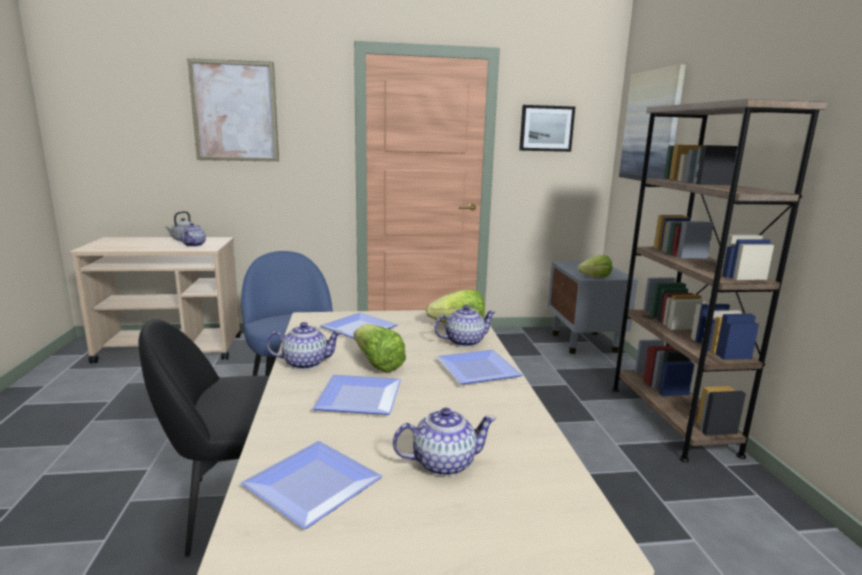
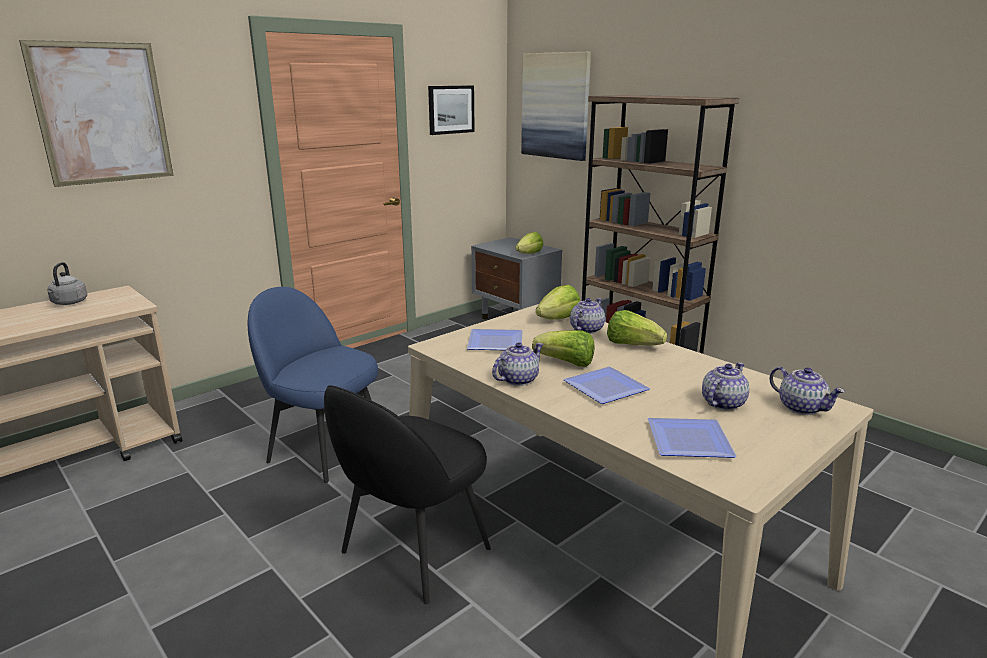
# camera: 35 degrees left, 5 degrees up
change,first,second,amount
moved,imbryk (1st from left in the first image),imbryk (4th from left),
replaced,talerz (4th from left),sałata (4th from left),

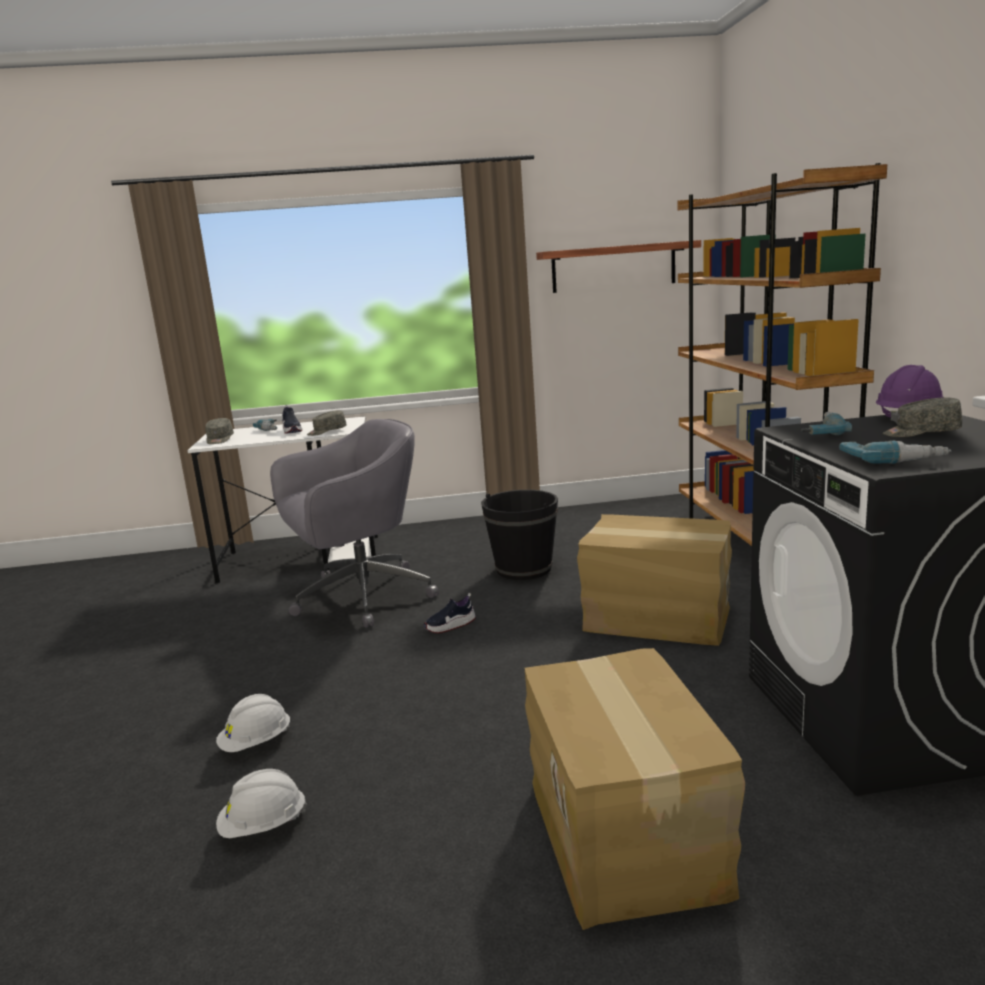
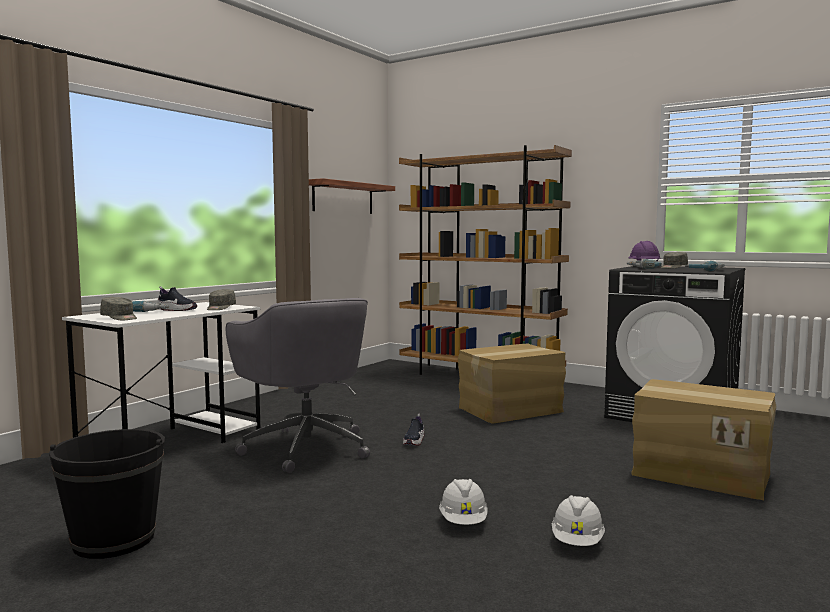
# camera: 50 degrees left, 10 degrees down
change,first,second,amount
moved,wiadro (czarny),,
turned,krzesło biurowe (szary),,135 degrees clockwise

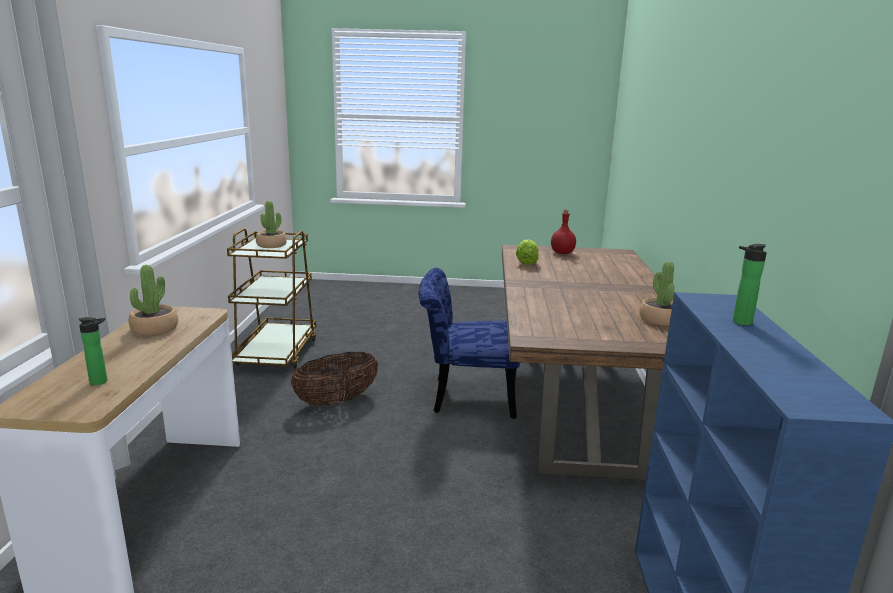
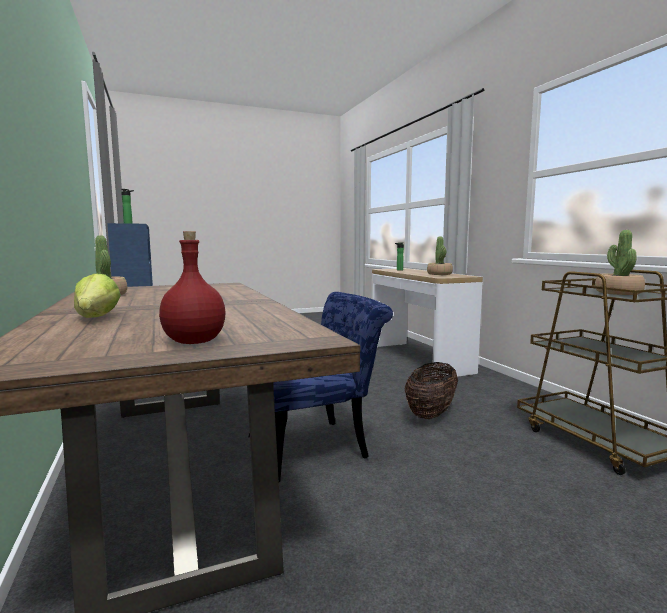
# camera: 155 degrees right, 10 degrees down
change,first,second,amount
moved,sałata,,

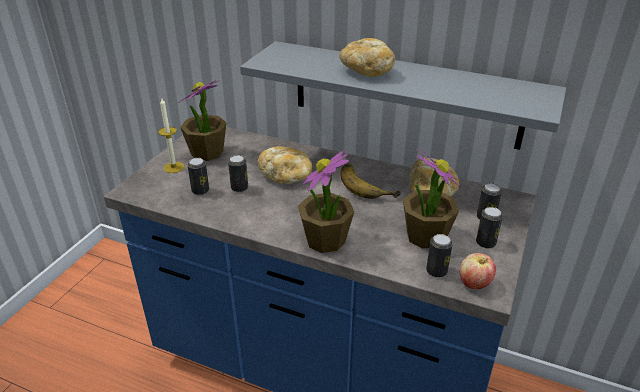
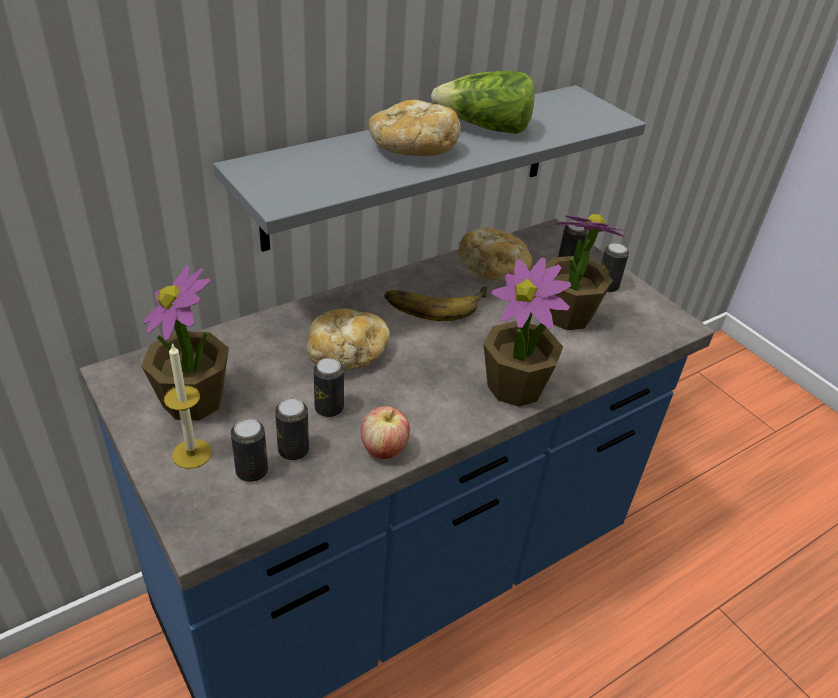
# camera: 60 degrees left, 5 degrees up
change,first,second,amount
added,,sałata,
moved,puszka (3rd from left in the first image),puszka (1st from left),
moved,jabłko,,

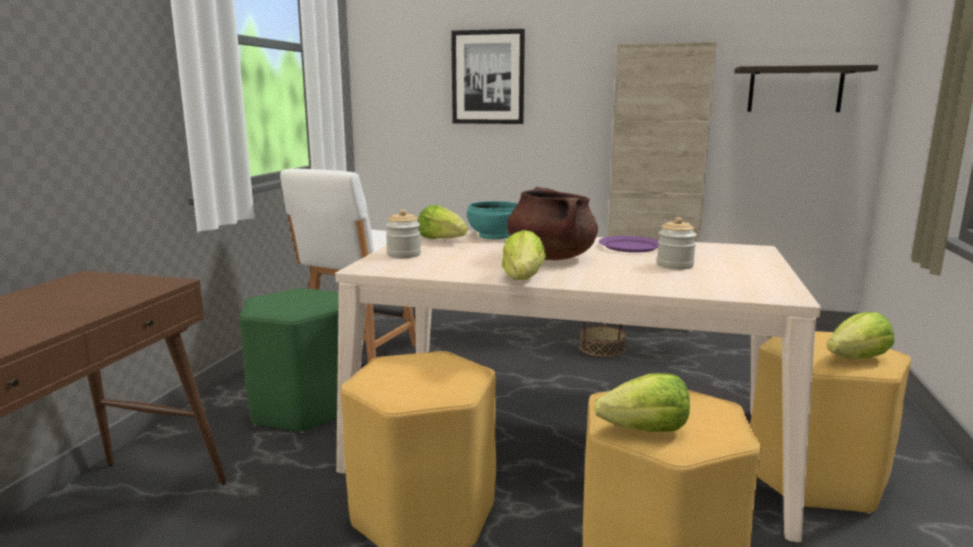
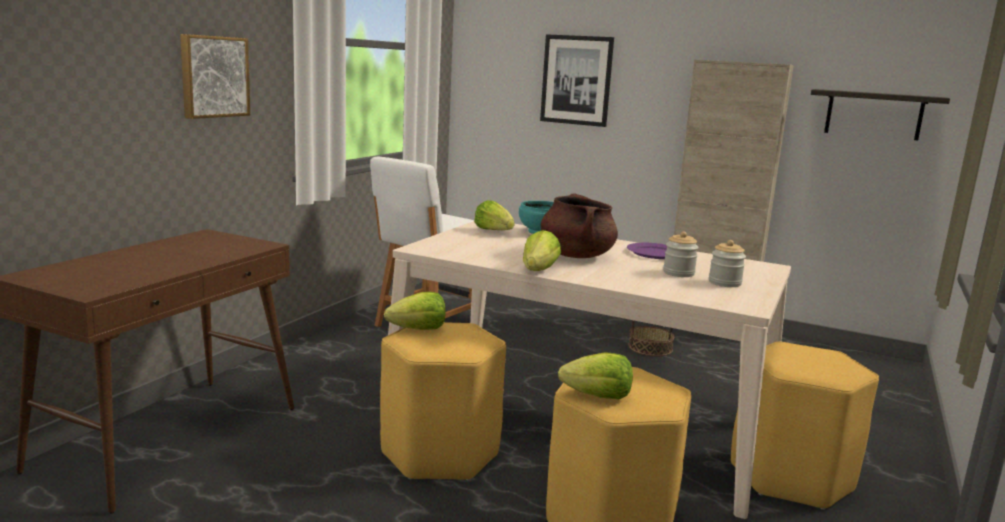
# camera: 10 degrees right, 0 degrees up
change,first,second,amount
removed,stołek (zielony),,
added,,obraz (1st from left),
moved,słoik (1st from left in the first image),słoik (2nd from left),
moved,sałata (4th from left in the first image),sałata (1st from left),

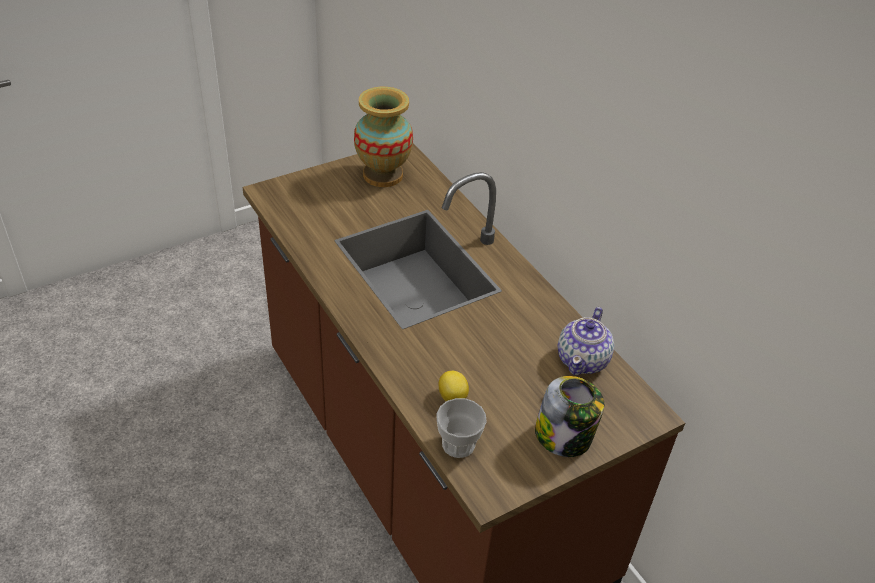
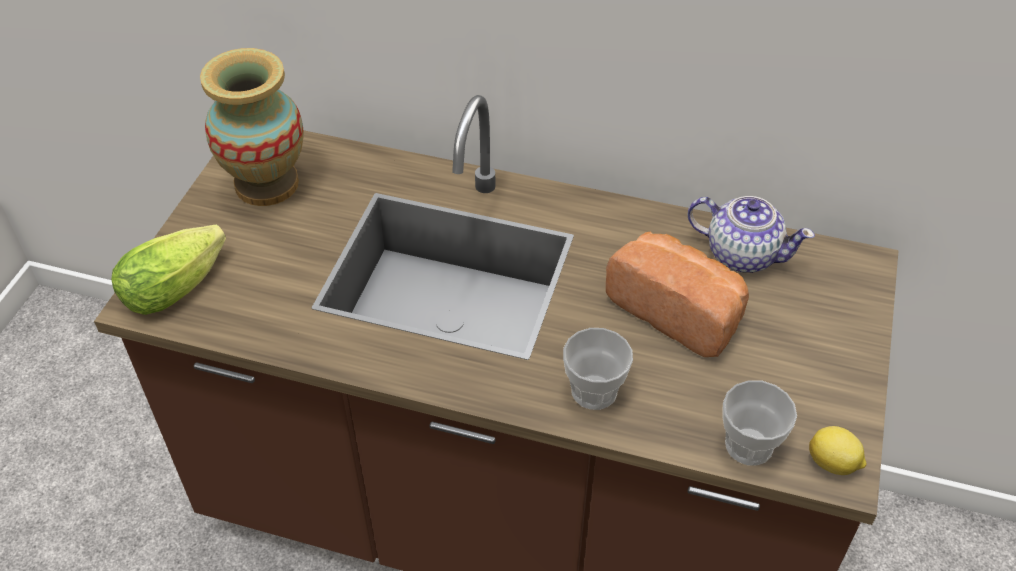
# camera: 40 degrees left, 5 degrees up
change,first,second,amount
removed,słoik,,
added,,sałata,
added,,filiżanka (1st from left),
added,,chleb,
moved,cytryna,,
turned,imbryk,,45 degrees counterclockwise

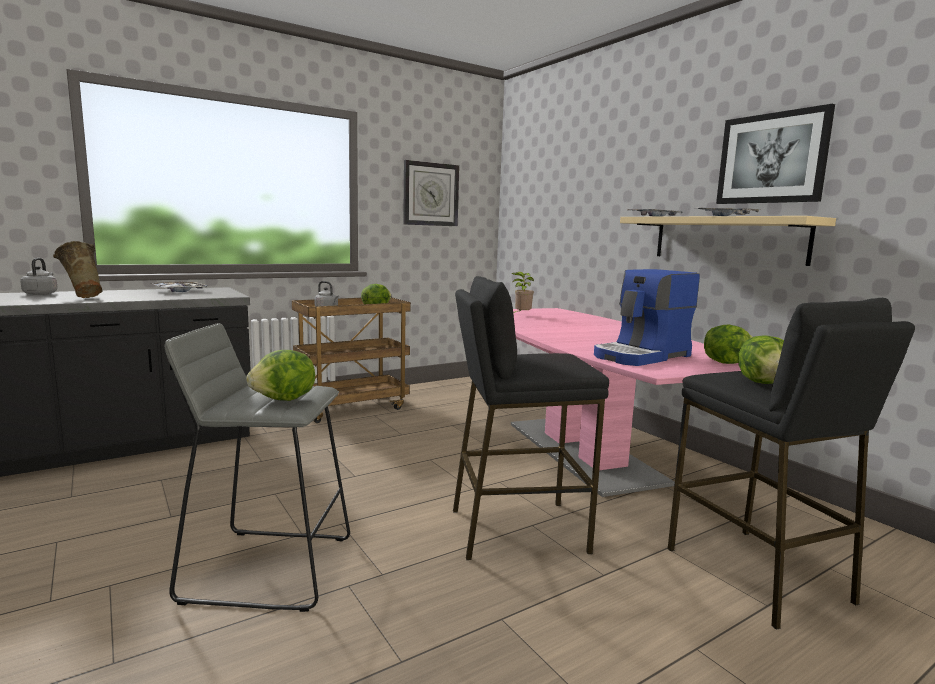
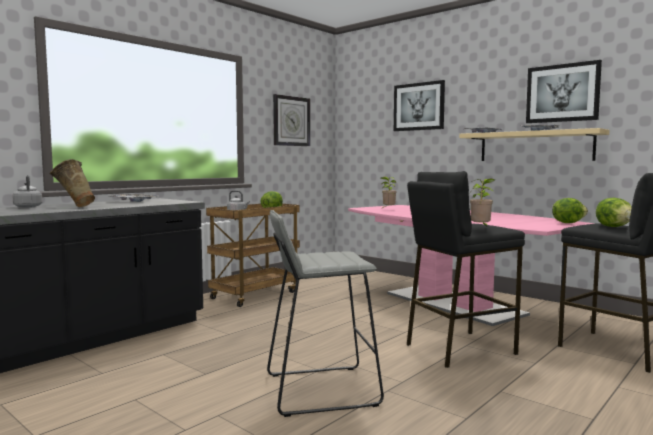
# camera: 15 degrees left, 5 degrees down
change,first,second,amount
removed,sałata (1st from left),,
removed,ekspres do kawy,,
added,,obraz (1st from left),
added,,roślina doniczkowa (2nd from left),

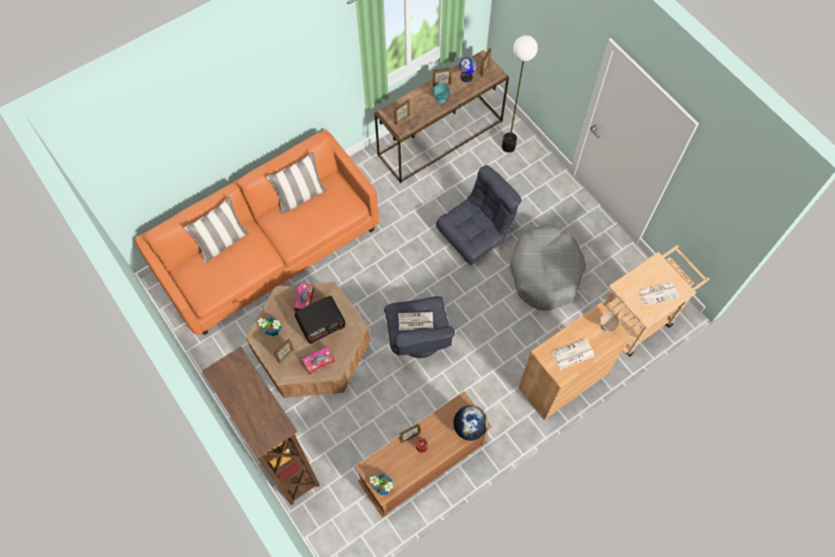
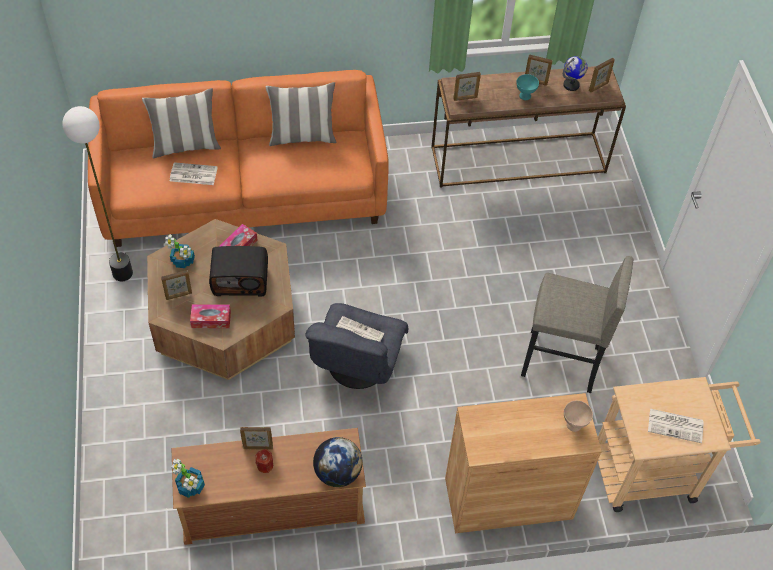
# camera: 25 degrees right, 10 degrees down
change,first,second,amount
removed,regał (brązowy),,
removed,fotel (szary) (2nd from left),,
moved,lampa stojąca,,
moved,gazeta (2nd from left in the first image),gazeta (1st from left),
replaced,legowisko (szary),stołek (szary),

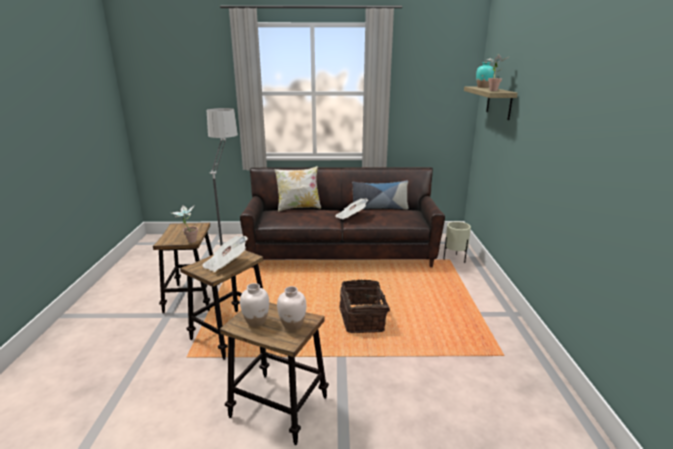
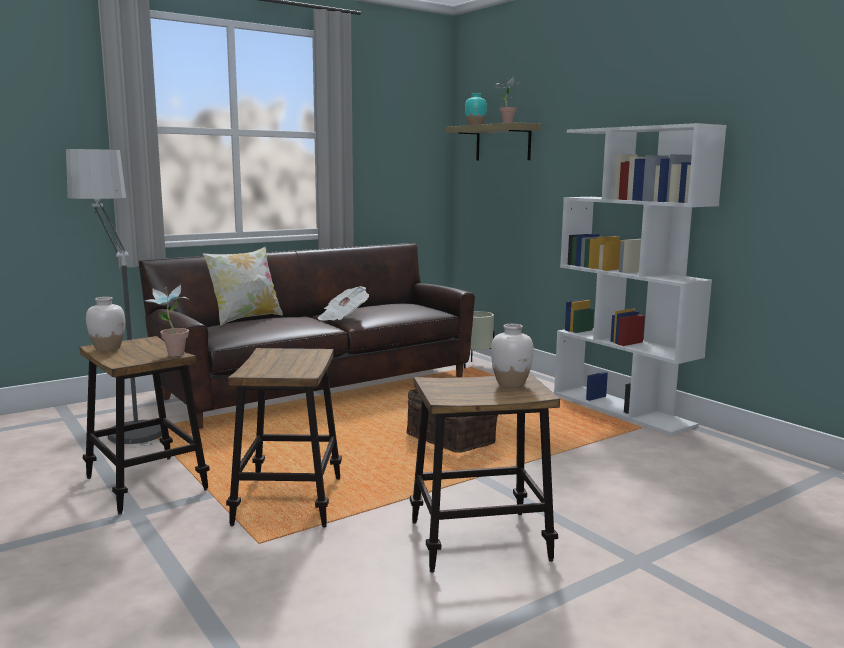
# camera: 35 degrees left, 10 degrees down
change,first,second,amount
removed,gazeta (1st from left),,
removed,poduszka (2nd from left),,
added,,regał (biały),
moved,wazon (biały) (1st from left),,

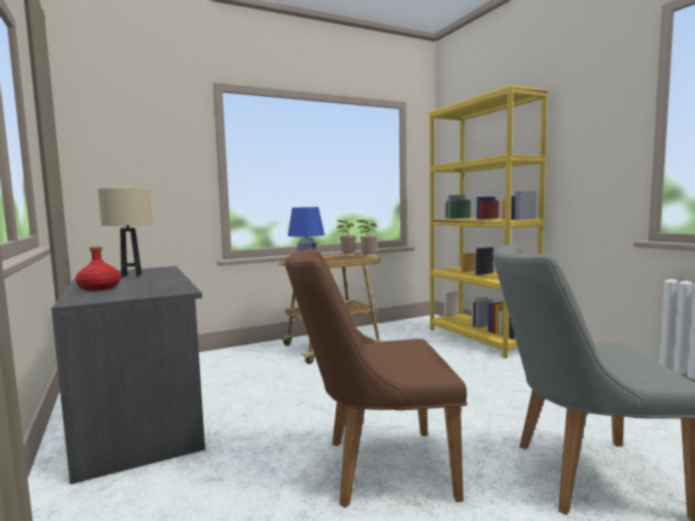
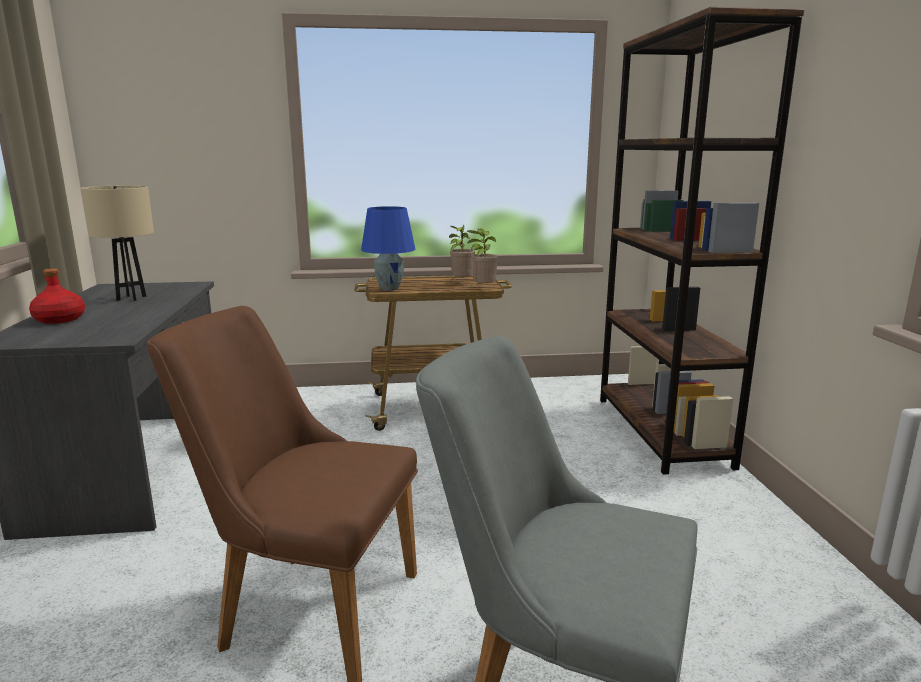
# camera: 20 degrees right, 10 degrees up
change,first,second,amount
recoloured,regał (żółty),regał (brązowy),

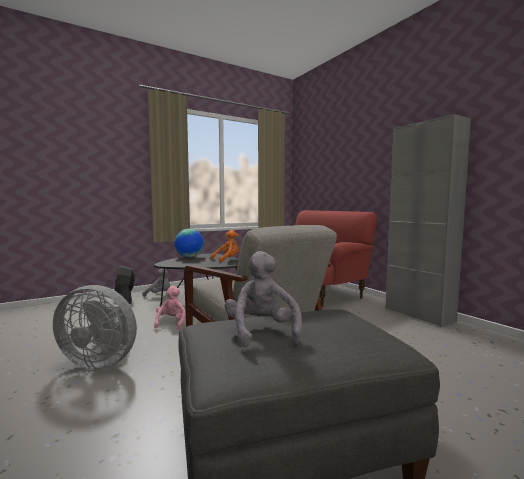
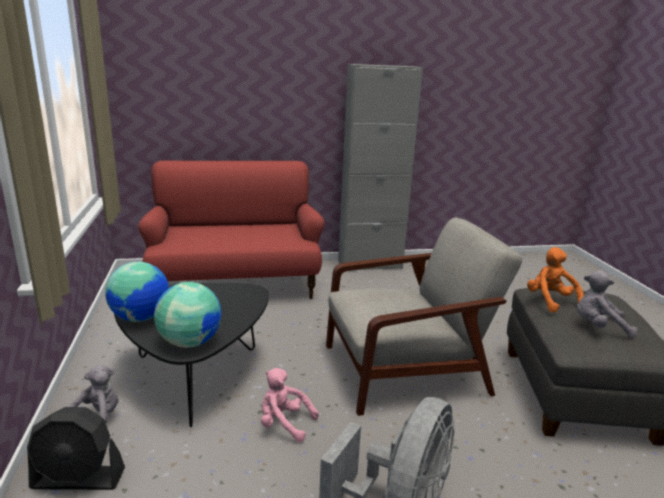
# camera: 70 degrees left, 15 degrees up
change,first,second,amount
added,,globus (2nd from left),
moved,pluszak (pomarańczowy),,

